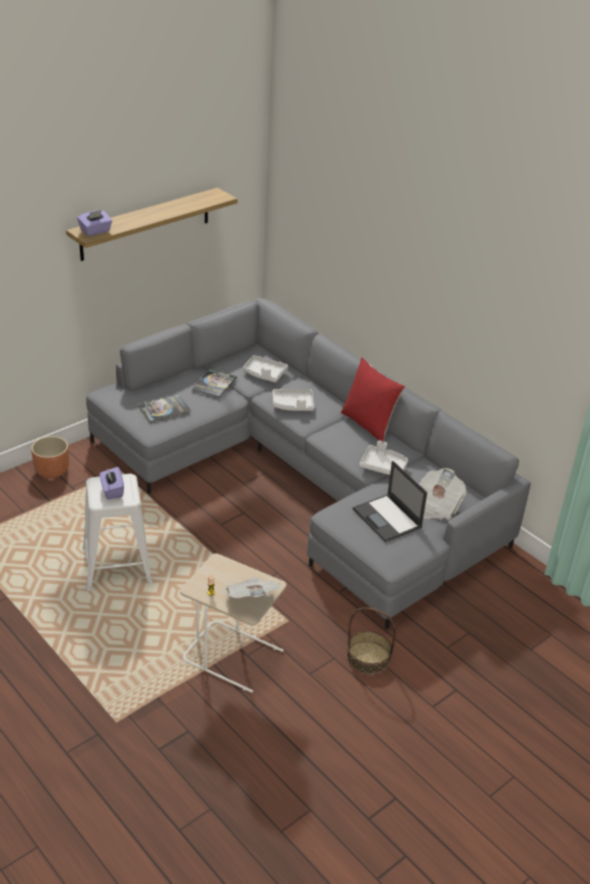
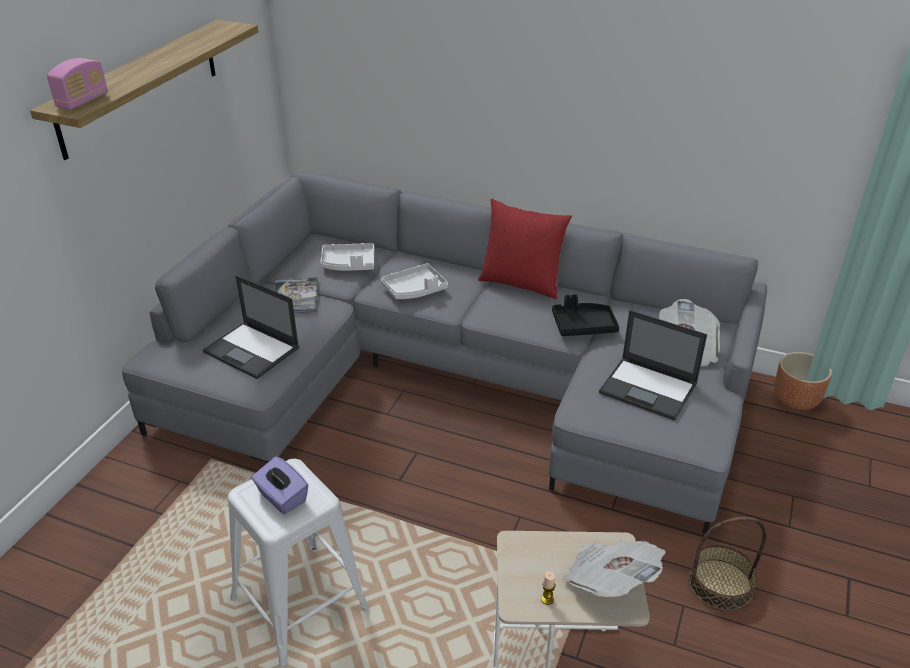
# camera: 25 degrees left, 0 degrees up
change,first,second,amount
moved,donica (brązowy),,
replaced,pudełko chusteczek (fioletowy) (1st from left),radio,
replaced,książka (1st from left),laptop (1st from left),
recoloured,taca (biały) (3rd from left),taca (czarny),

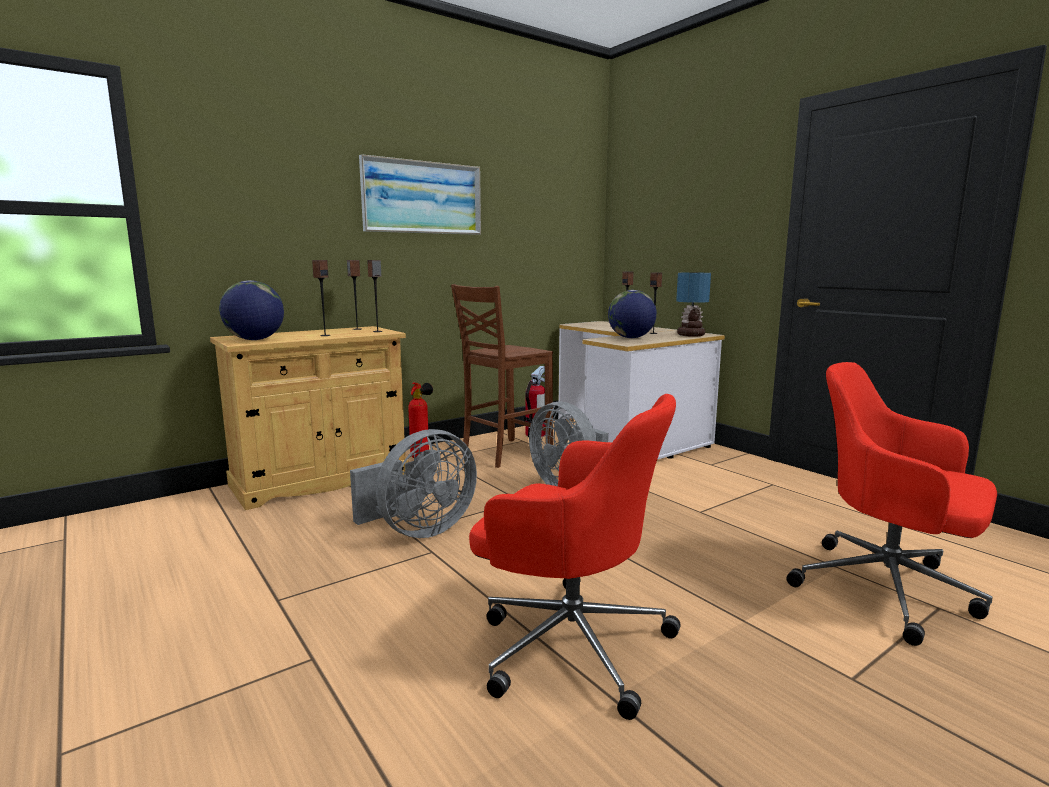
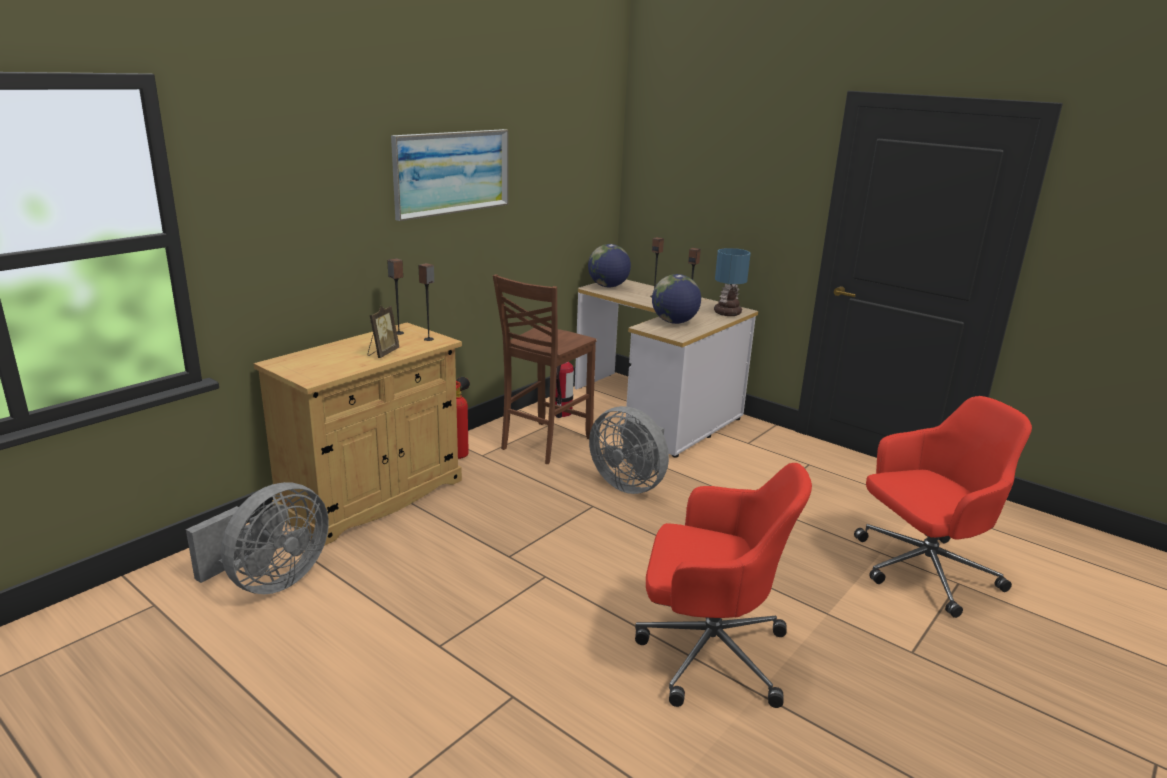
# camera: 15 degrees left, 10 degrees up
change,first,second,amount
moved,globus (1st from left),,
moved,wentylator (szary) (1st from left),,
replaced,głośnik (1st from left),ramka na zdjęcie,
turned,krzesło biurowe (czerwony) (2nd from left),,135 degrees clockwise

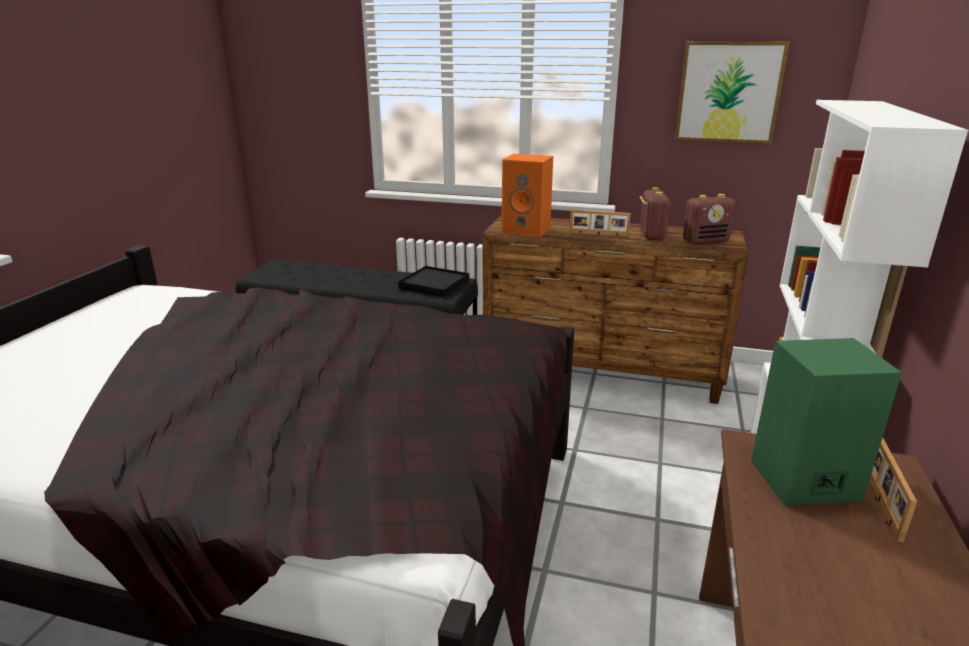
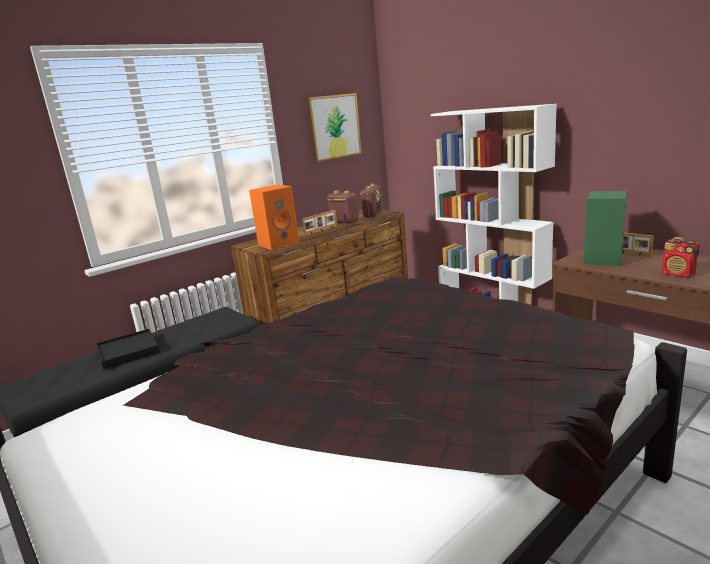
# camera: 55 degrees left, 5 degrees down
change,first,second,amount
added,,radio (3rd from left),
moved,taca (czarny),,

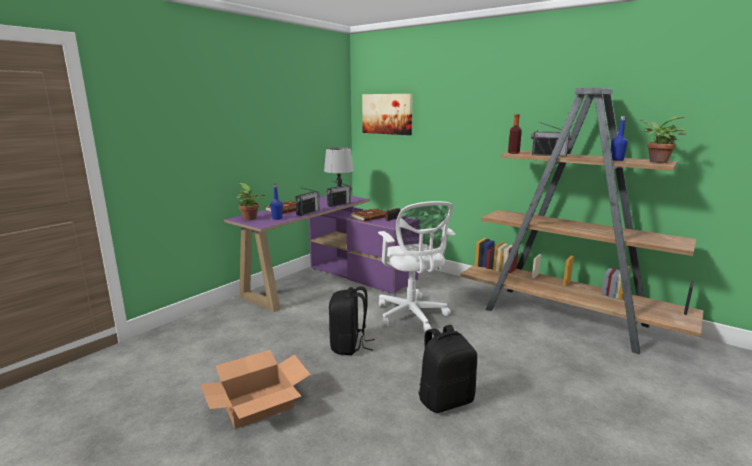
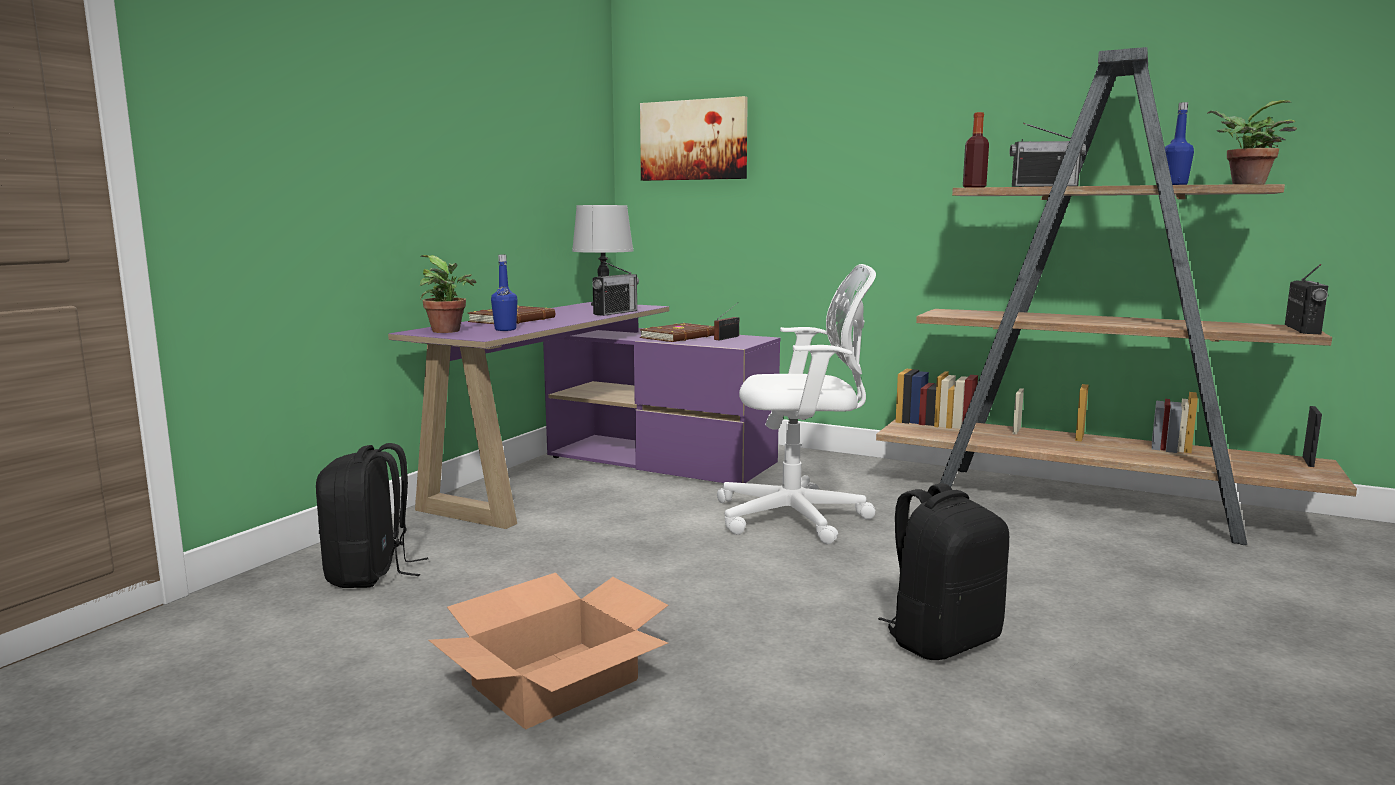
# camera: 10 degrees left, 5 degrees down
change,first,second,amount
moved,radio (1st from left in the first image),radio (4th from left),
moved,plecak (czarny) (1st from left),,
turned,krzesło biurowe (biały),,60 degrees counterclockwise

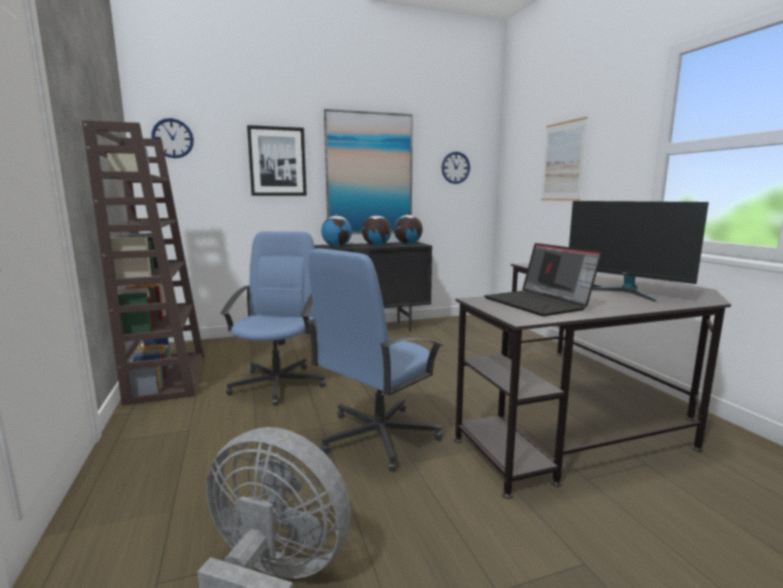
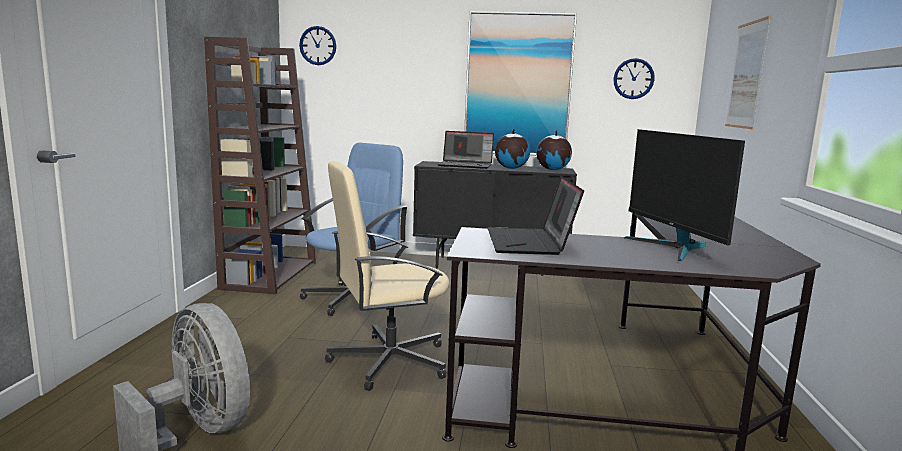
# camera: 25 degrees right, 0 degrees up
change,first,second,amount
removed,obraz (1st from left),,
replaced,globus (1st from left),laptop (1st from left),
recoloured,krzesło biurowe (niebieski) (2nd from left),krzesło biurowe (beżowy),

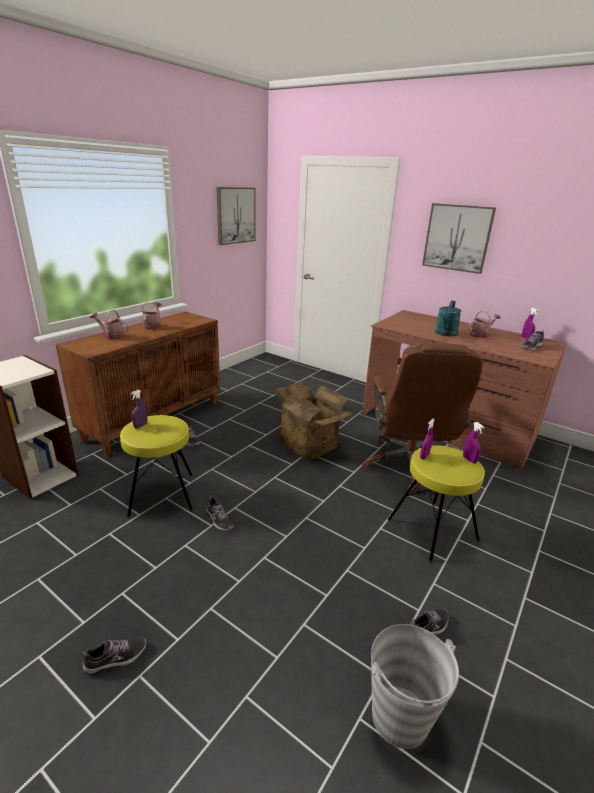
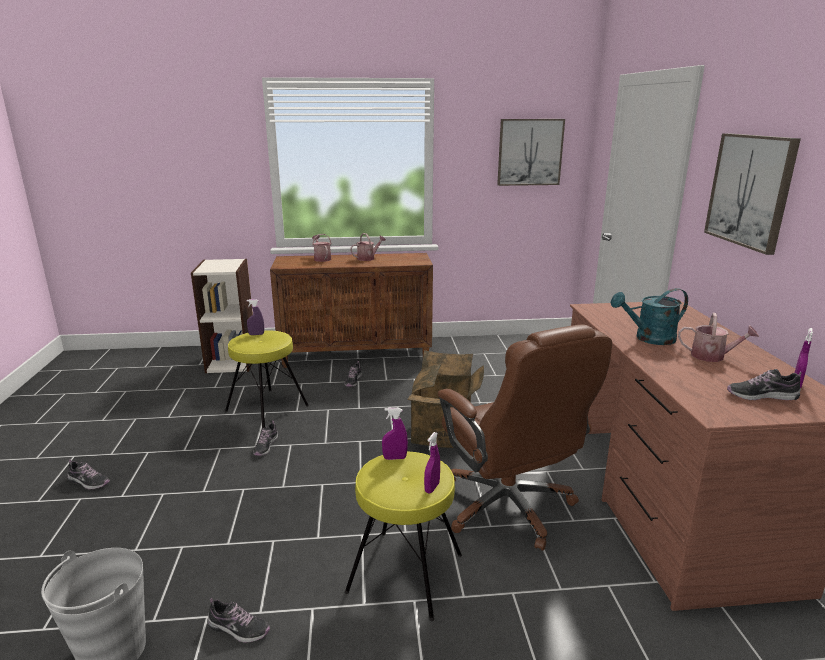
# camera: 50 degrees right, 5 degrees down
change,first,second,amount
turned,krzesło biurowe (brązowy),,75 degrees counterclockwise

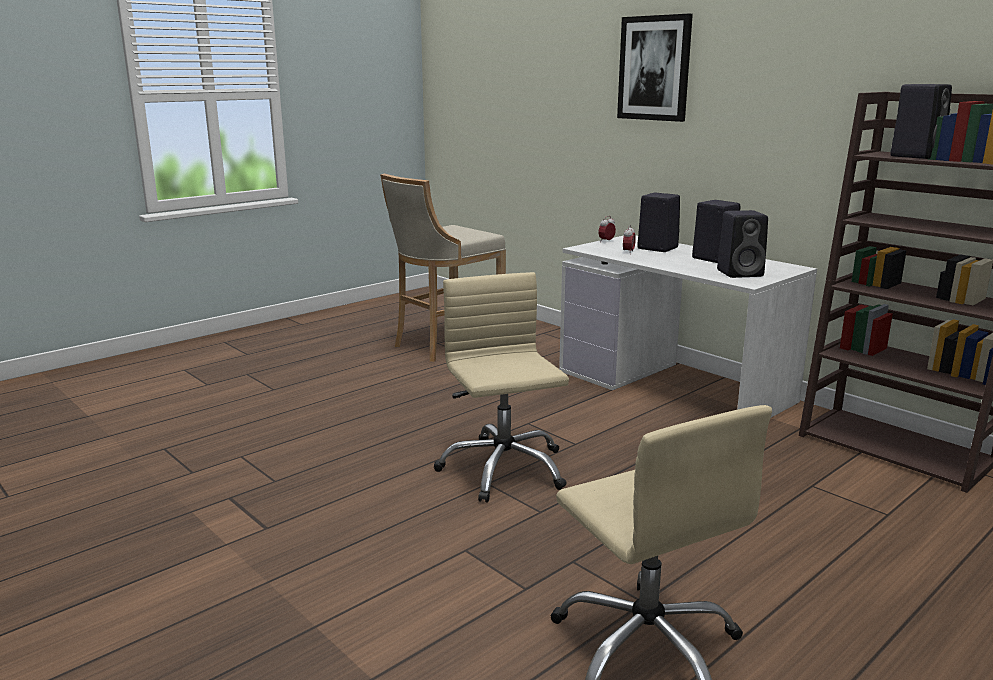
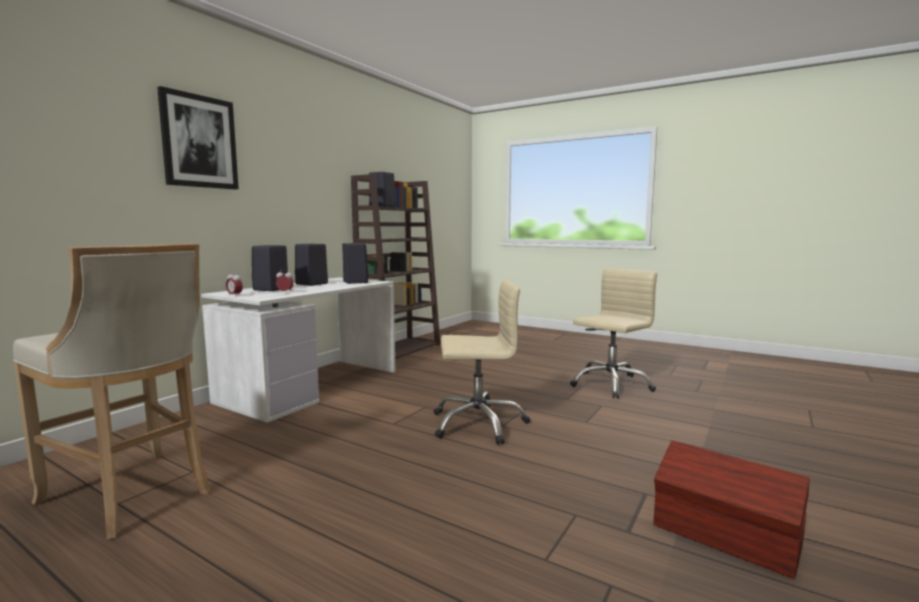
# camera: 105 degrees left, 10 degrees down
change,first,second,amount
added,,pojemnik do przechowywania (brązowy),
turned,krzesło biurowe (beżowy) (1st from left),,150 degrees counterclockwise

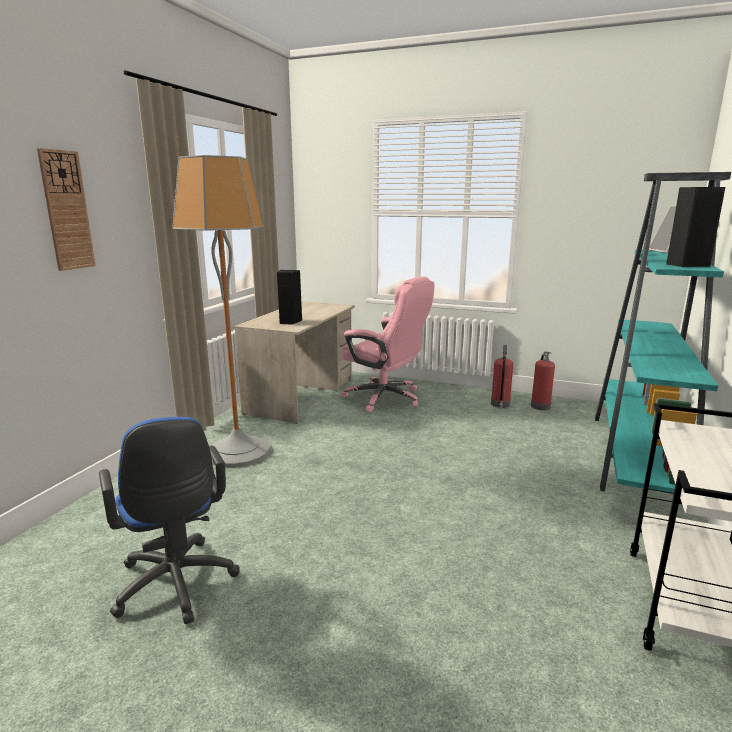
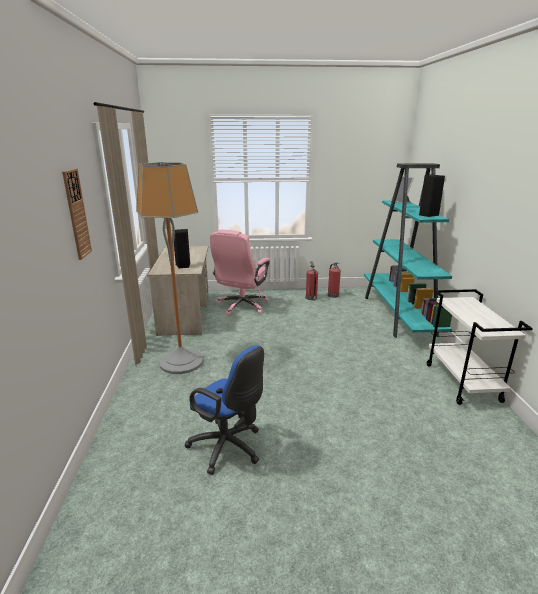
# camera: 25 degrees left, 5 degrees up
change,first,second,amount
turned,krzesło biurowe (różowy),,105 degrees clockwise

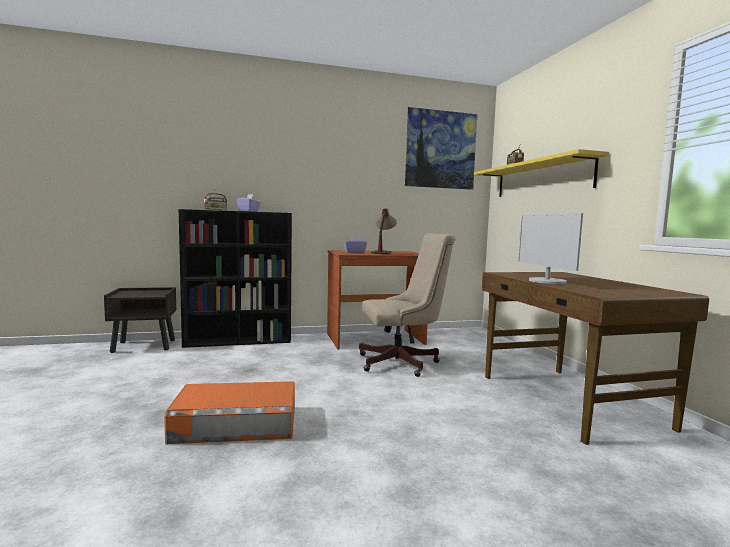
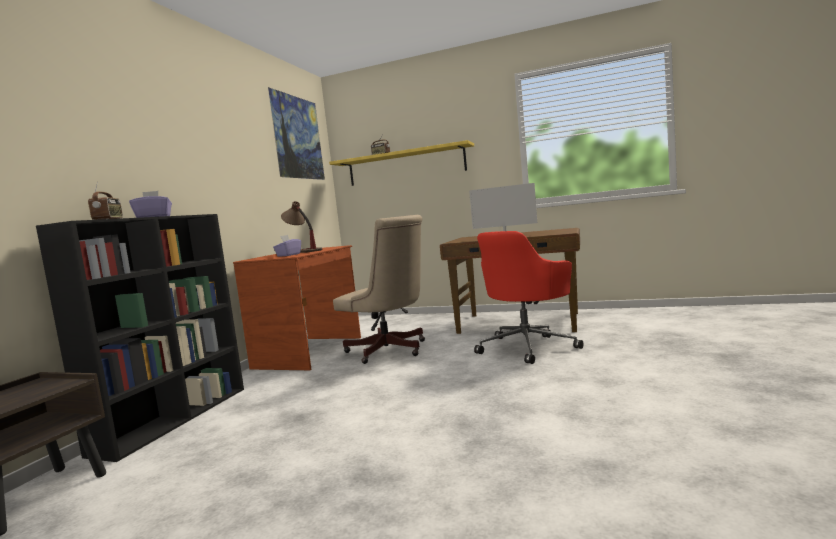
# camera: 55 degrees left, 0 degrees up
change,first,second,amount
removed,pojemnik do przechowywania (pomarańczowy),,
added,,krzesło biurowe (czerwony),
turned,krzesło biurowe (beżowy),,105 degrees clockwise

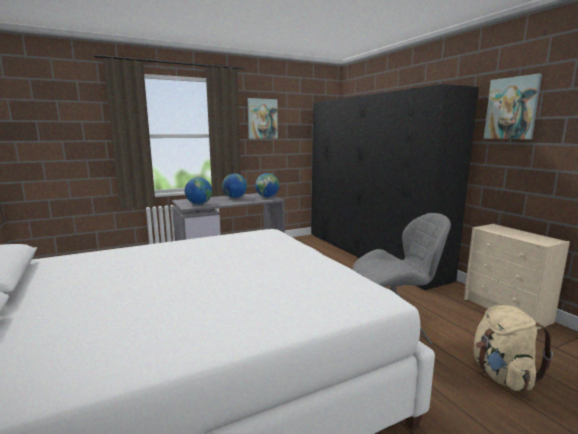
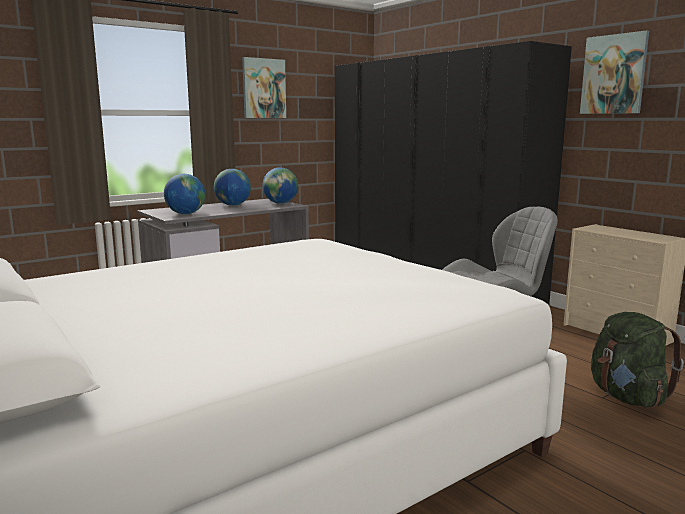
# camera: 10 degrees left, 0 degrees up
change,first,second,amount
recoloured,plecak (beżowy),plecak (zielony),

